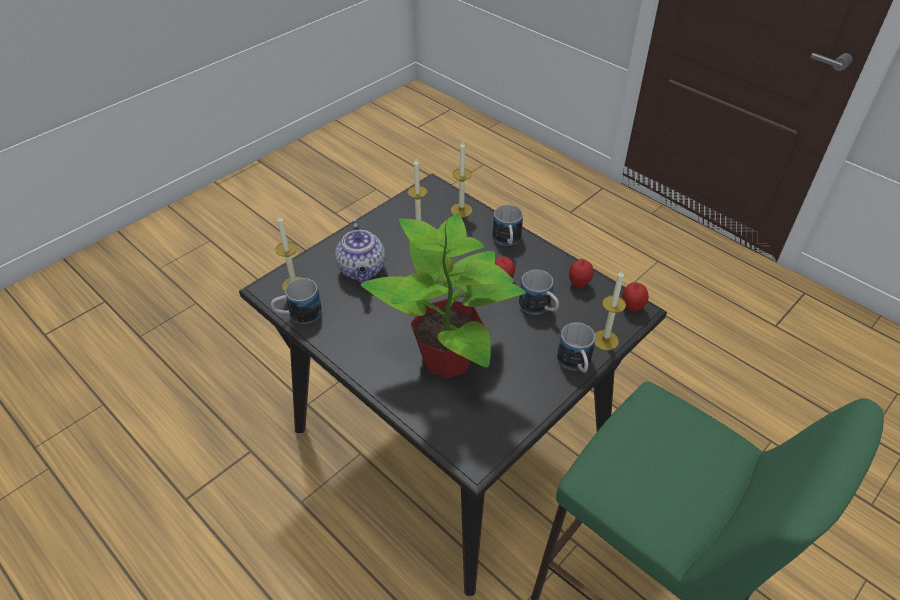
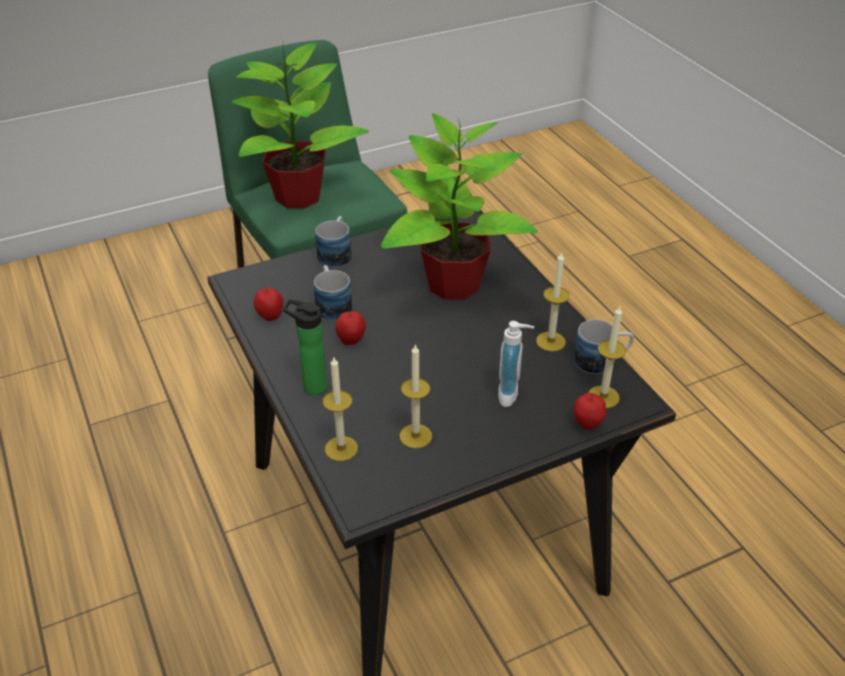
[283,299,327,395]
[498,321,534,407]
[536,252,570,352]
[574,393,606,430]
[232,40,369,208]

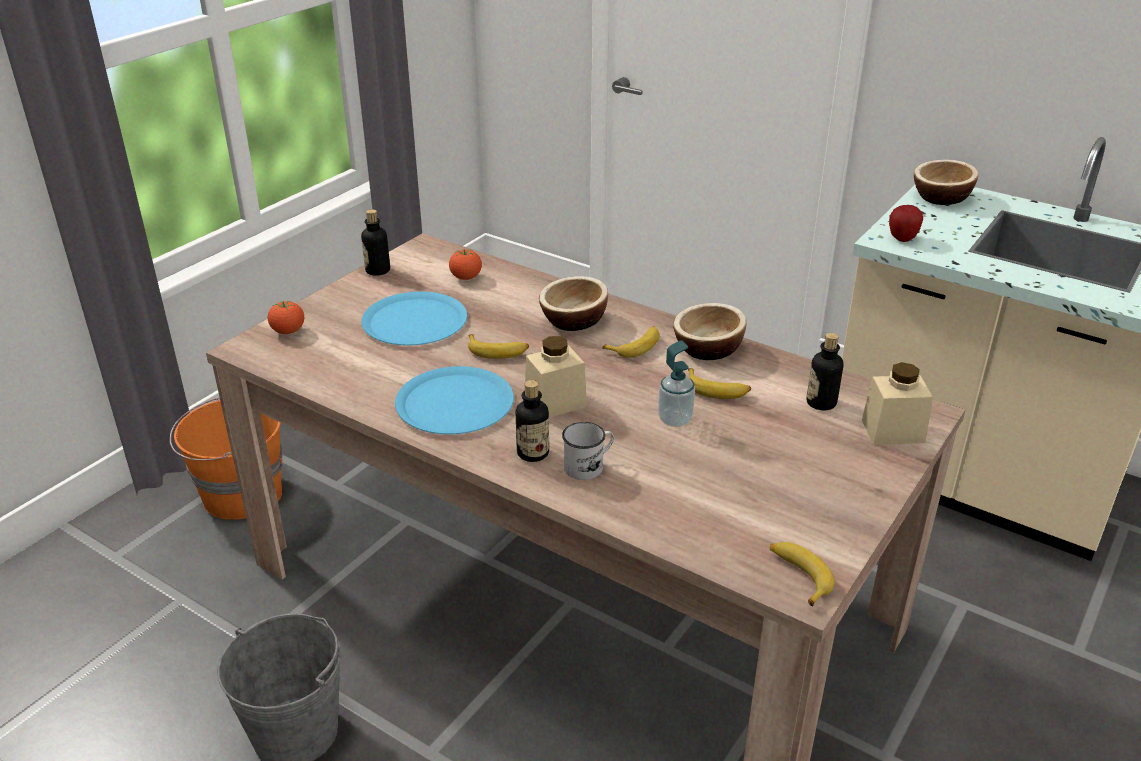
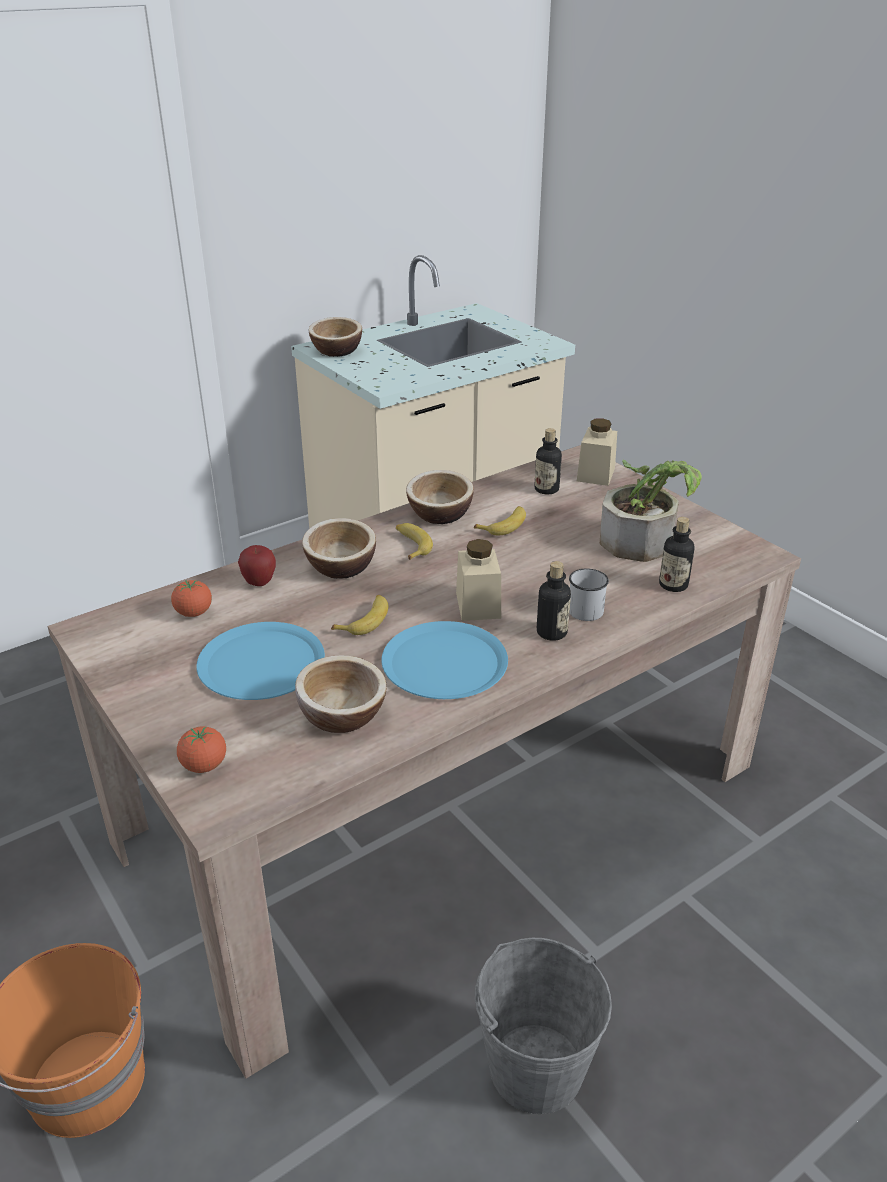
[238,545,276,586]
[659,517,695,592]
[658,340,695,427] (first image)
[770,542,834,607] (first image)
[600,459,702,562]
[295,655,387,733]

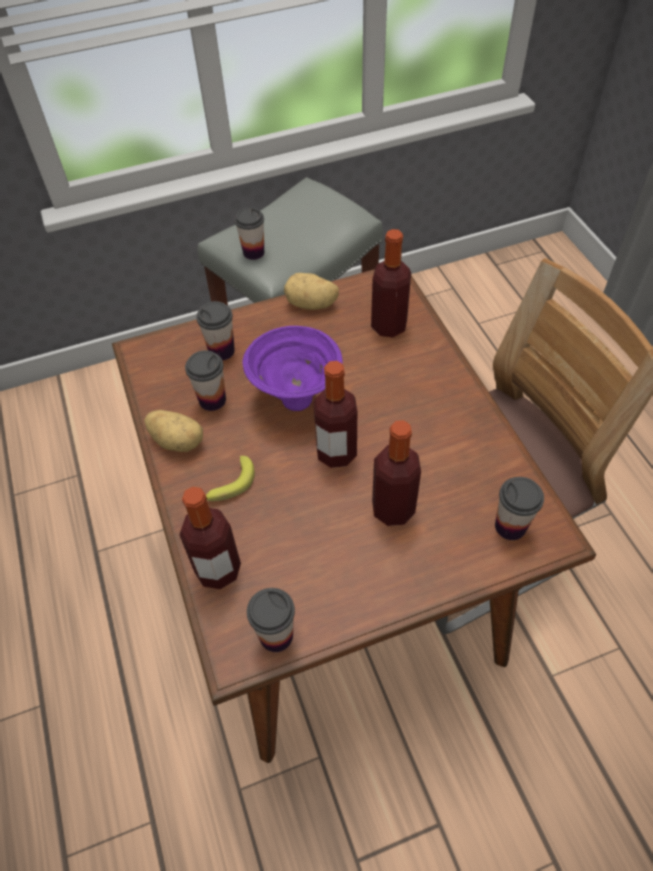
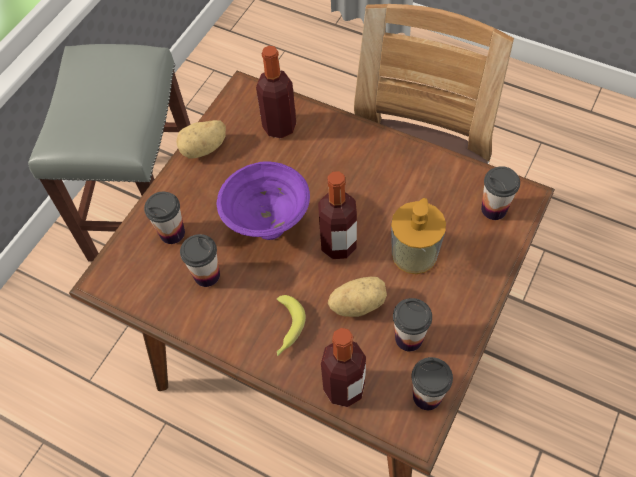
[393,298,432,352]
[328,277,387,317]
[391,198,446,274]

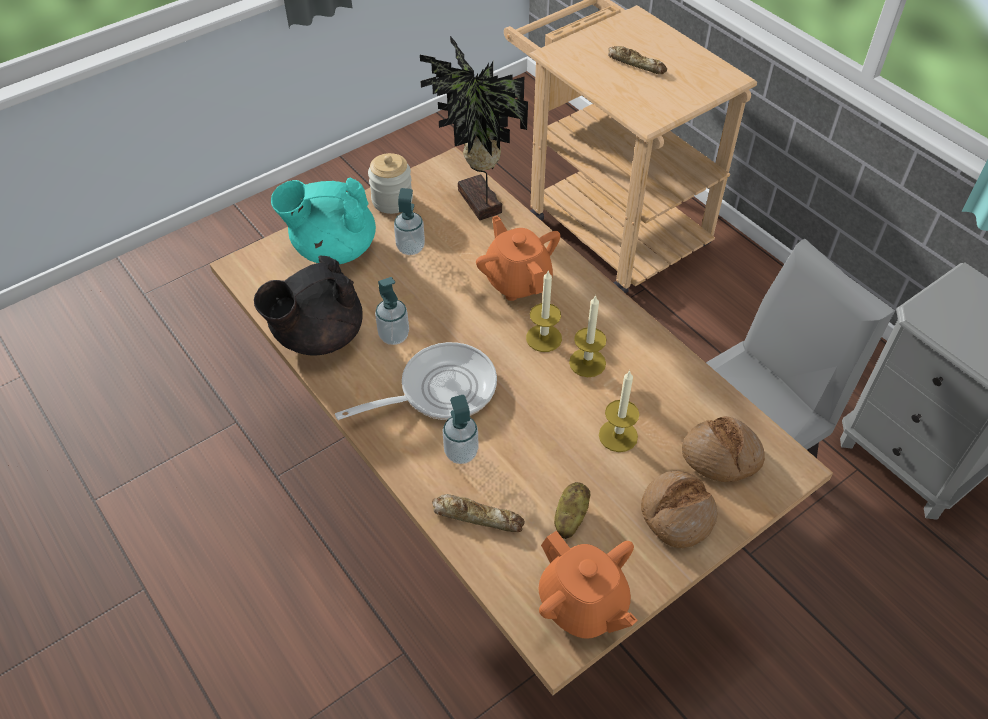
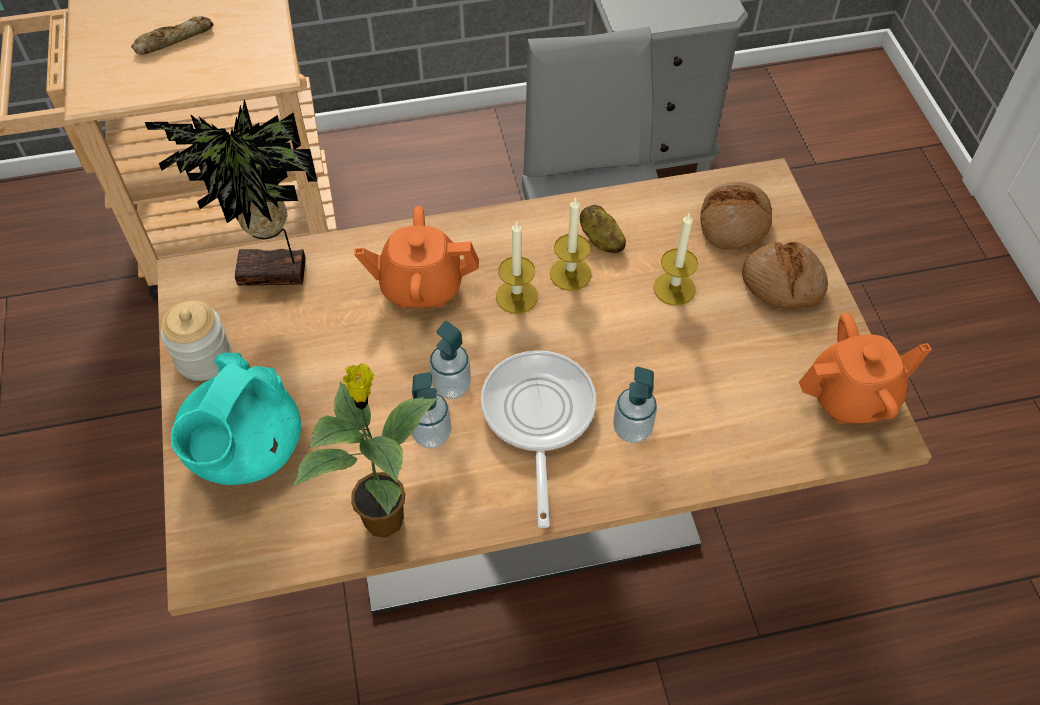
[429,321,471,399]
[293,363,438,538]
[580,205,626,253]
[432,494,525,532] (first image)

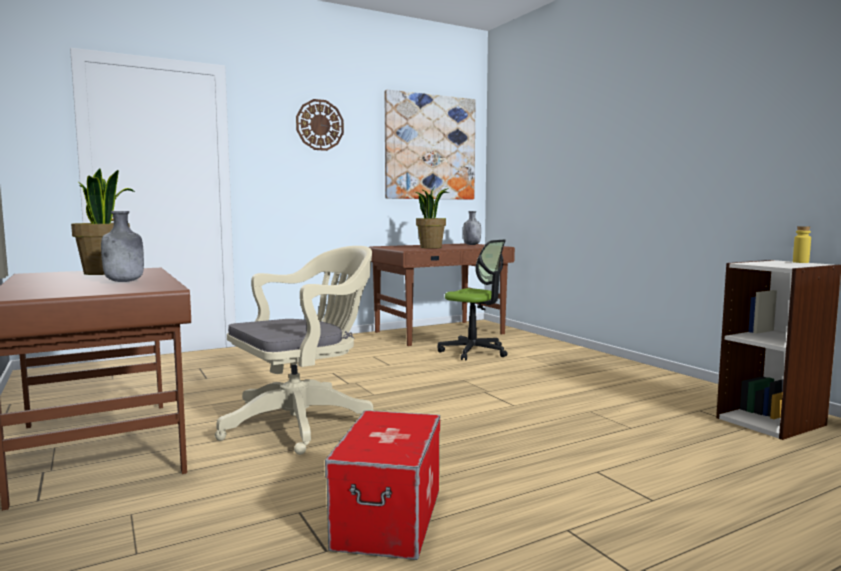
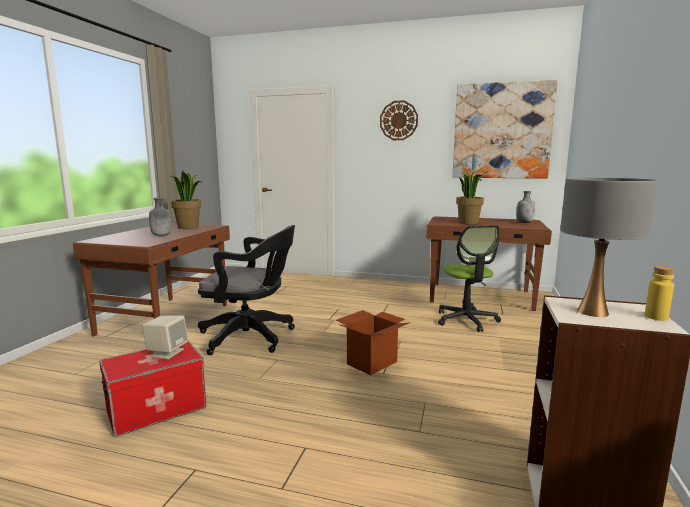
[198,225,295,355]
[560,178,658,317]
[336,310,409,375]
[142,315,188,359]

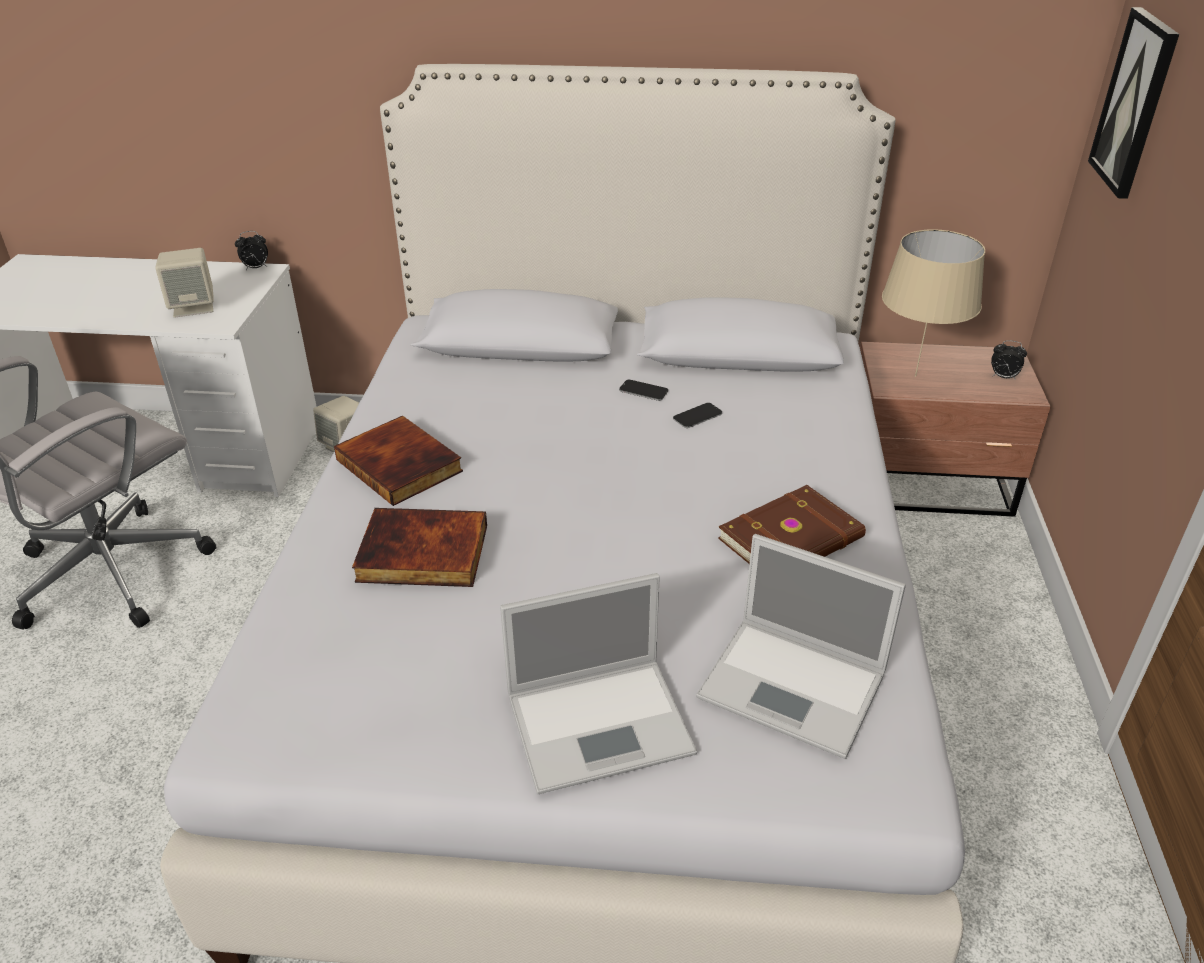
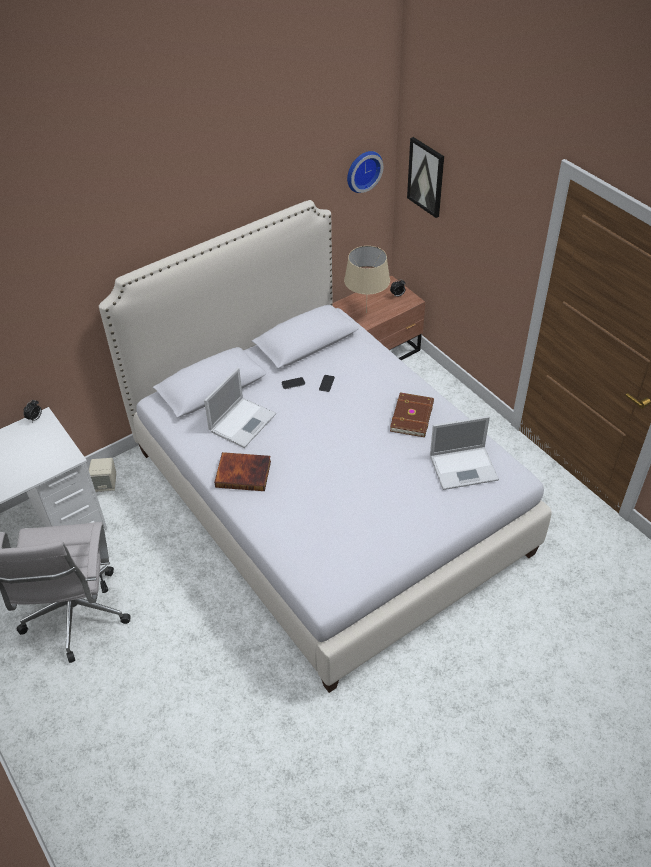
[155,248,214,318] (first image)
[352,508,487,587] (first image)
[204,368,276,448]
[347,151,383,193]

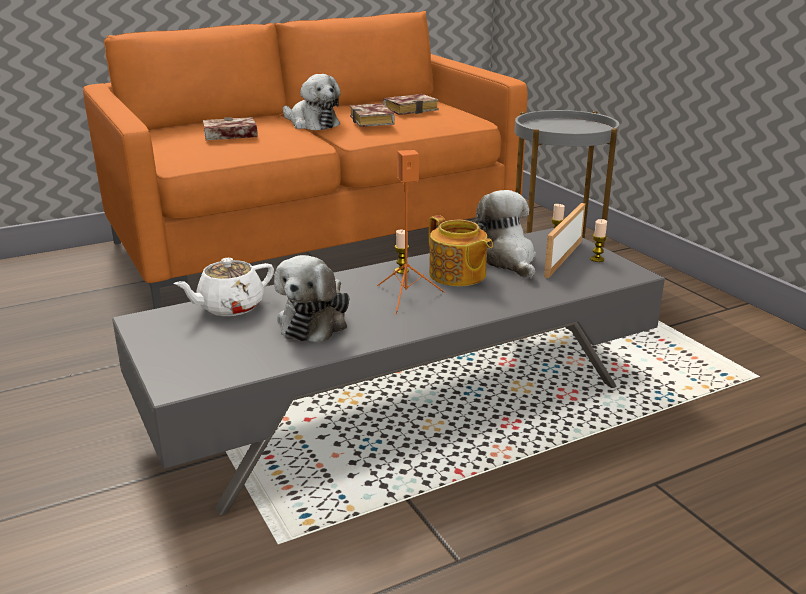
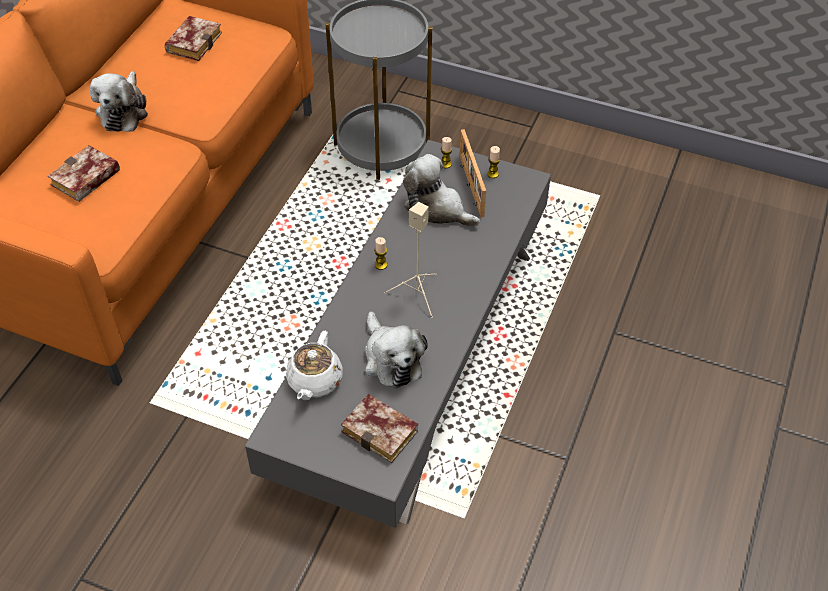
[90,71,148,132]
[341,394,418,463]
[384,202,436,318]
[429,215,493,286] (first image)

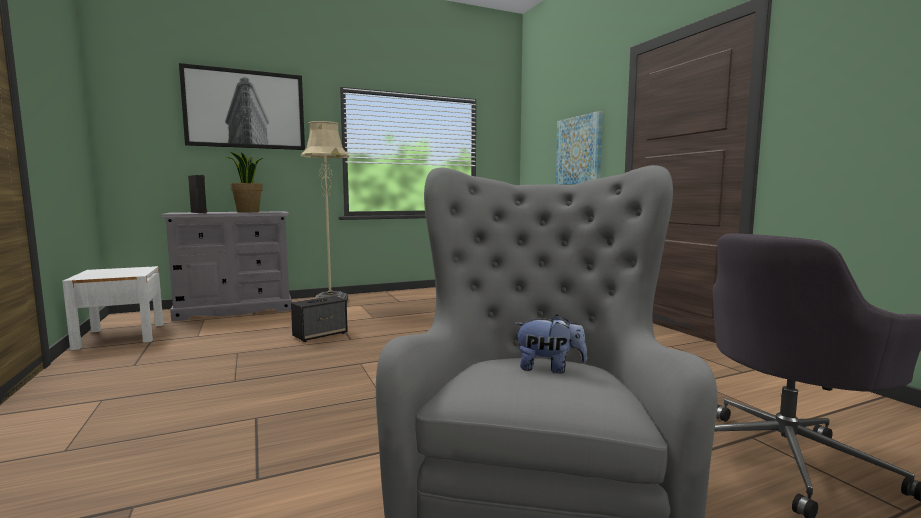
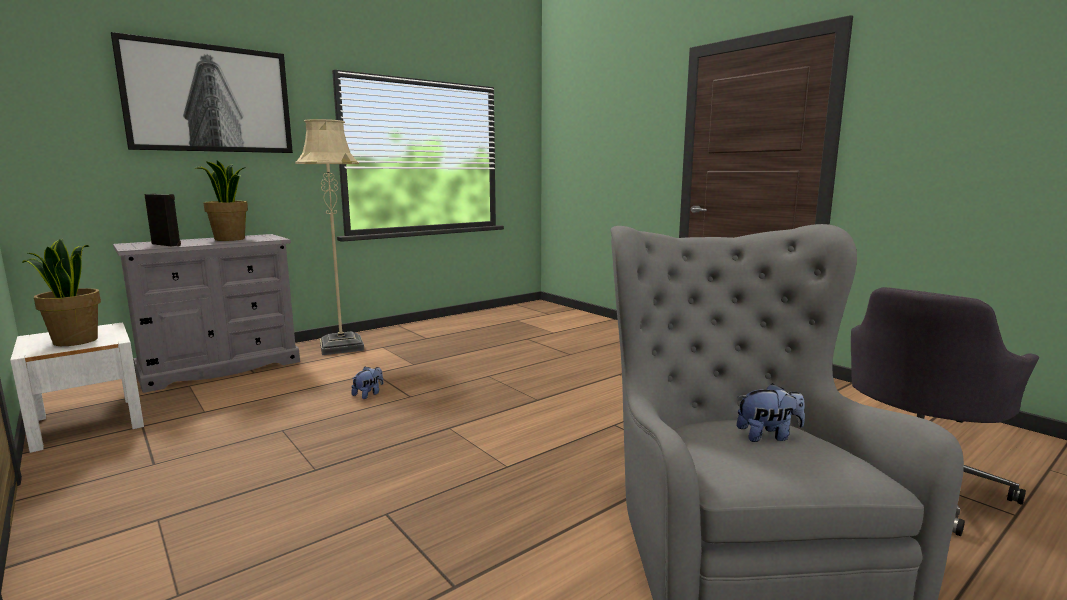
[556,111,603,185] (first image)
[351,367,383,399]
[22,239,101,346]

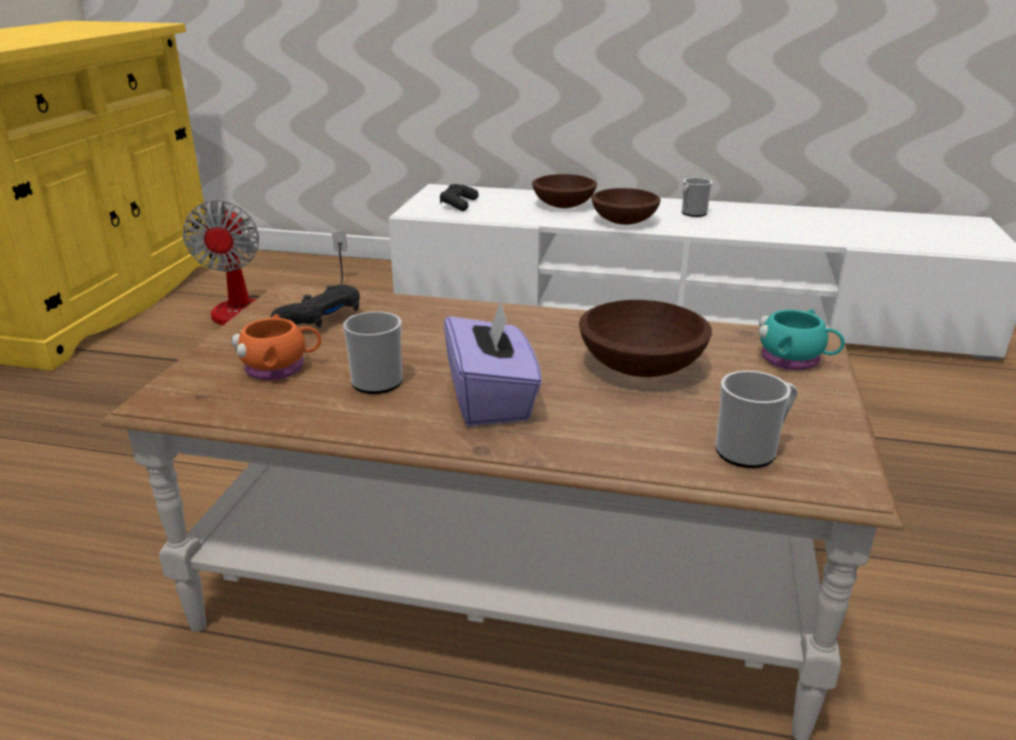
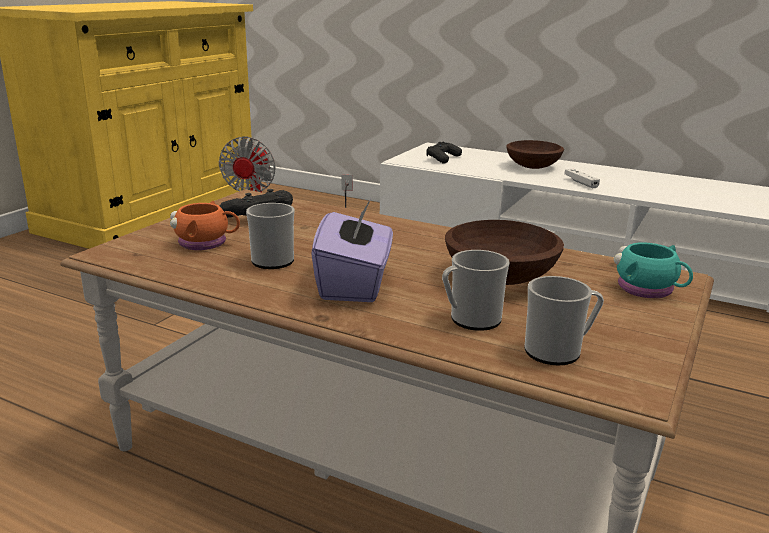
[442,250,510,331]
[564,169,600,188]

